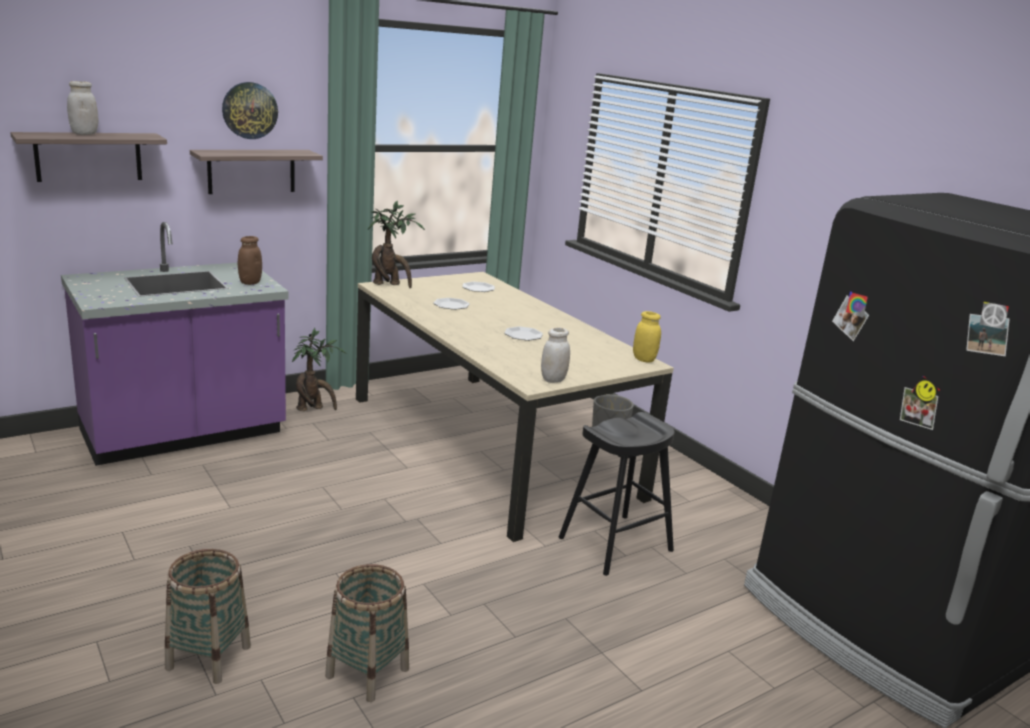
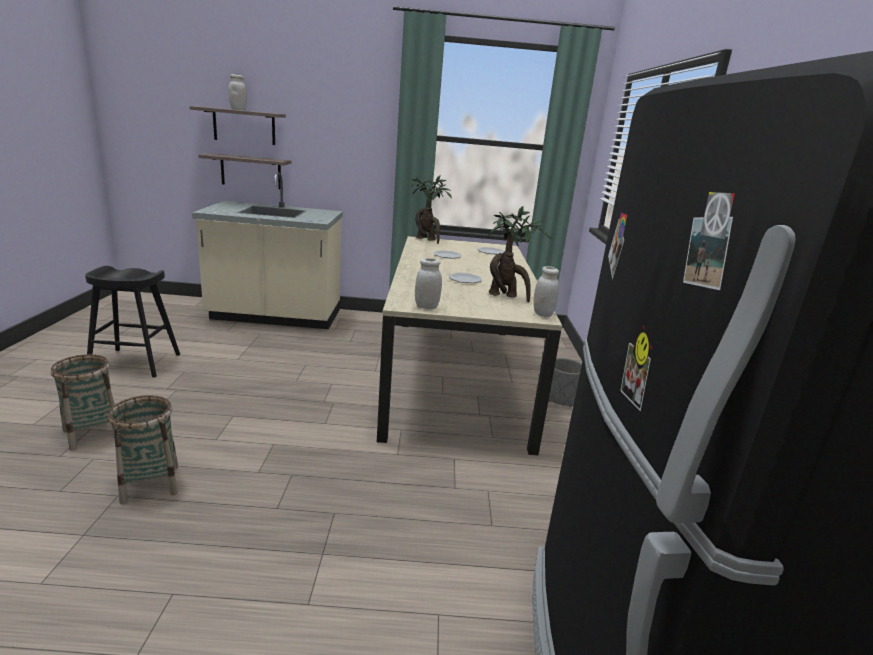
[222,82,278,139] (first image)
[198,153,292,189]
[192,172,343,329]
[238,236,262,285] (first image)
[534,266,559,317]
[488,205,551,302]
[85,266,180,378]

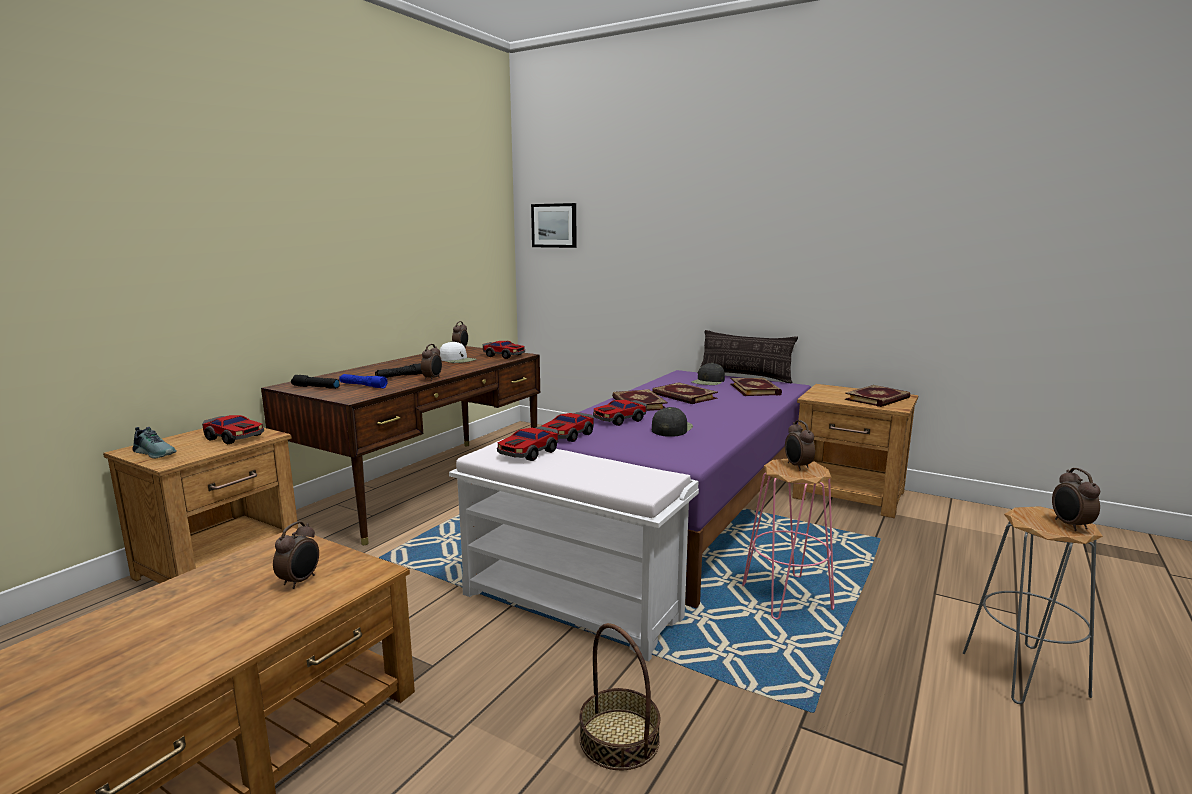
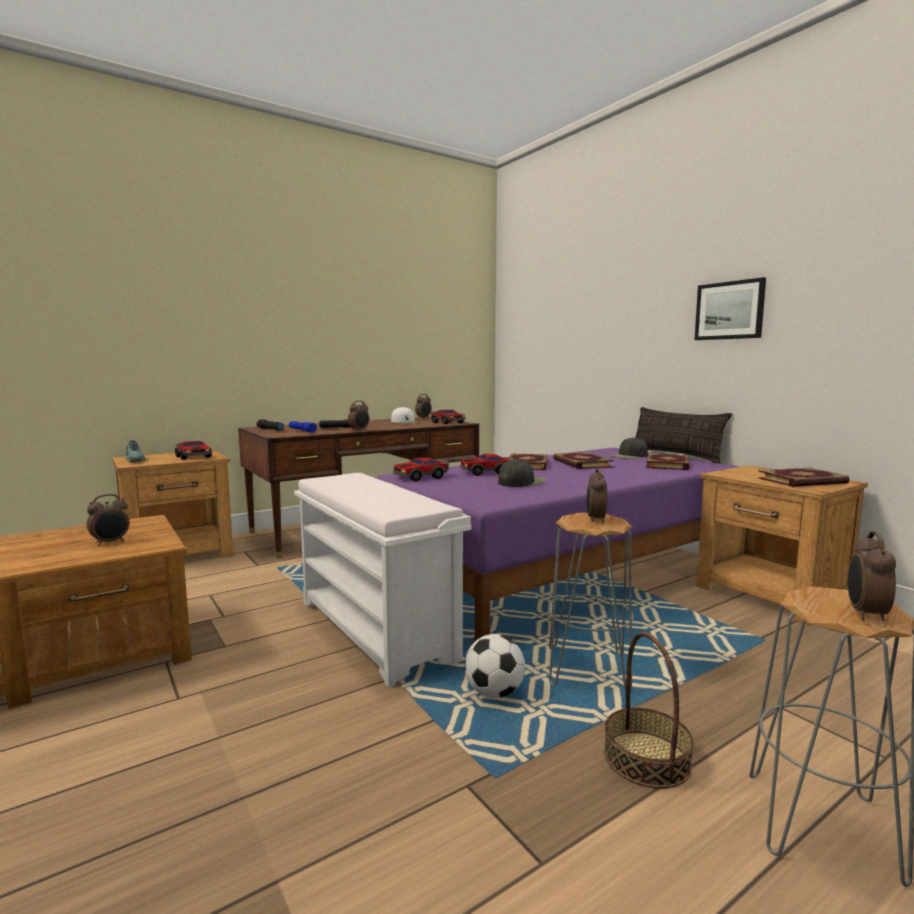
[694,277,766,340]
[497,426,558,461] (first image)
[548,512,634,691]
[604,632,694,789]
[465,634,525,698]

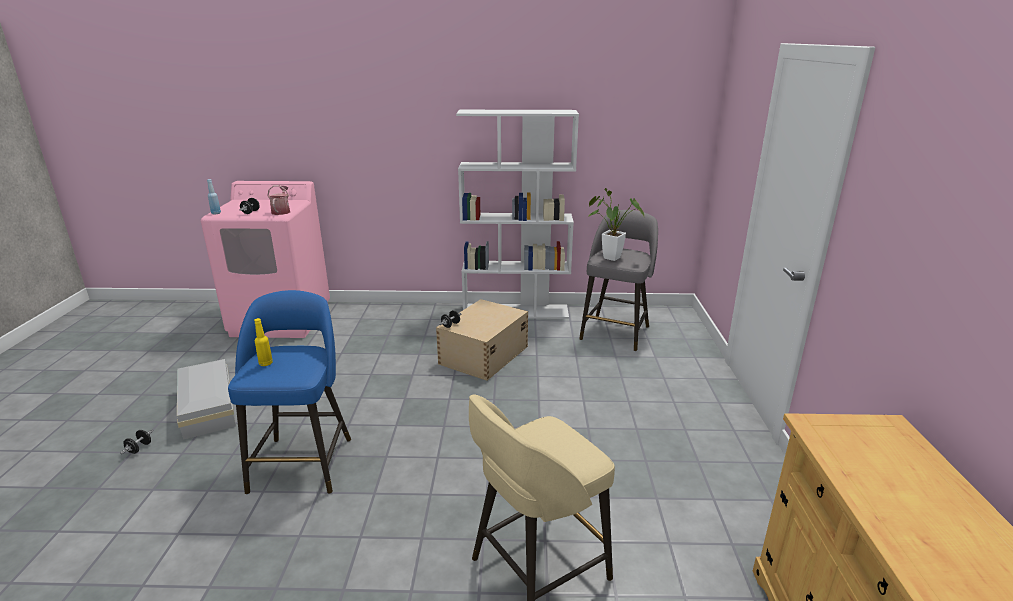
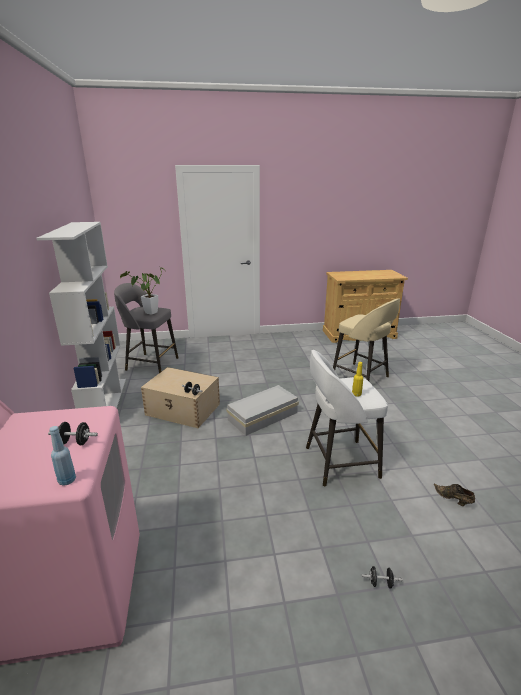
[267,185,290,215] (first image)
[306,350,388,487]
[227,385,299,436]
[434,484,475,506]

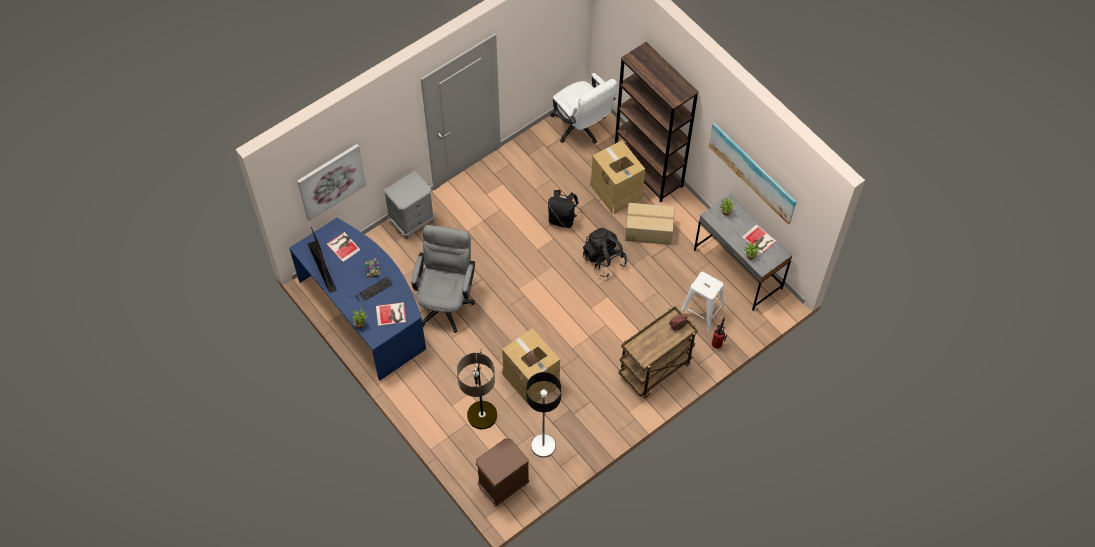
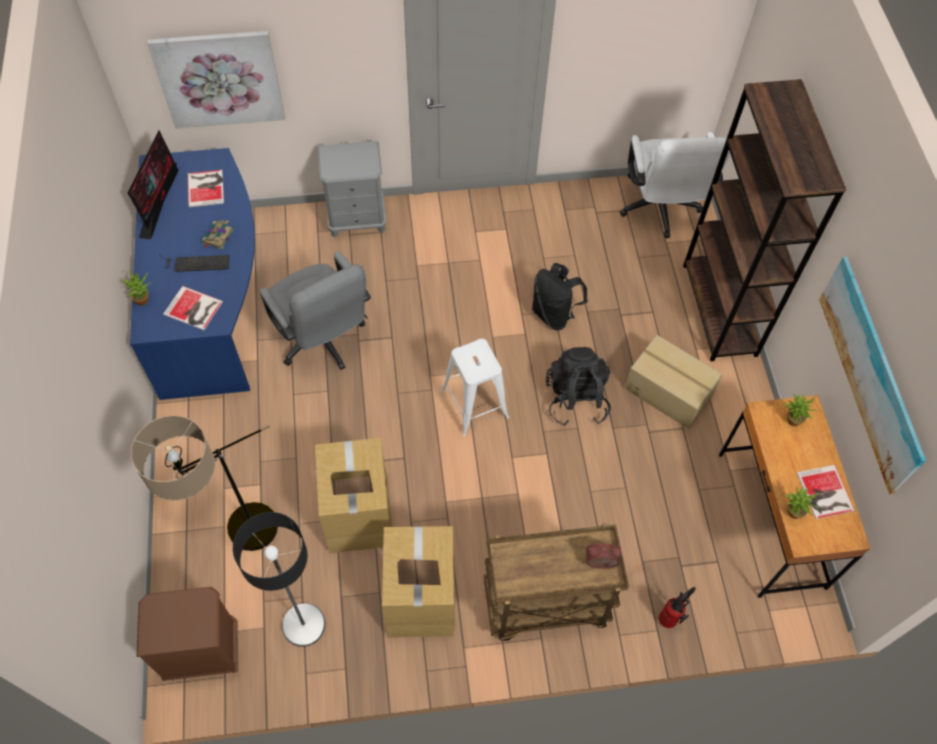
[382,526,455,638]
[719,395,870,598]
[260,251,371,370]
[440,339,509,436]

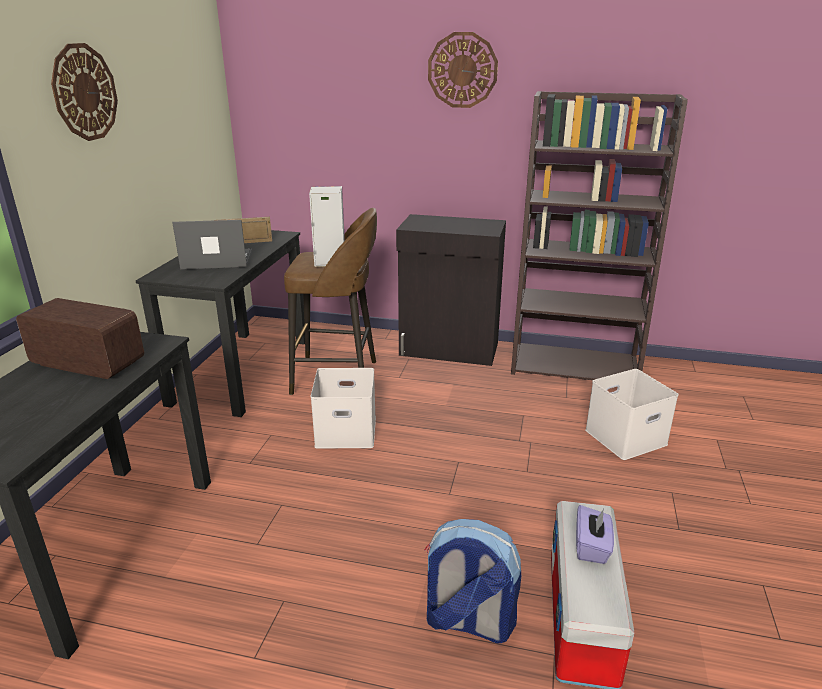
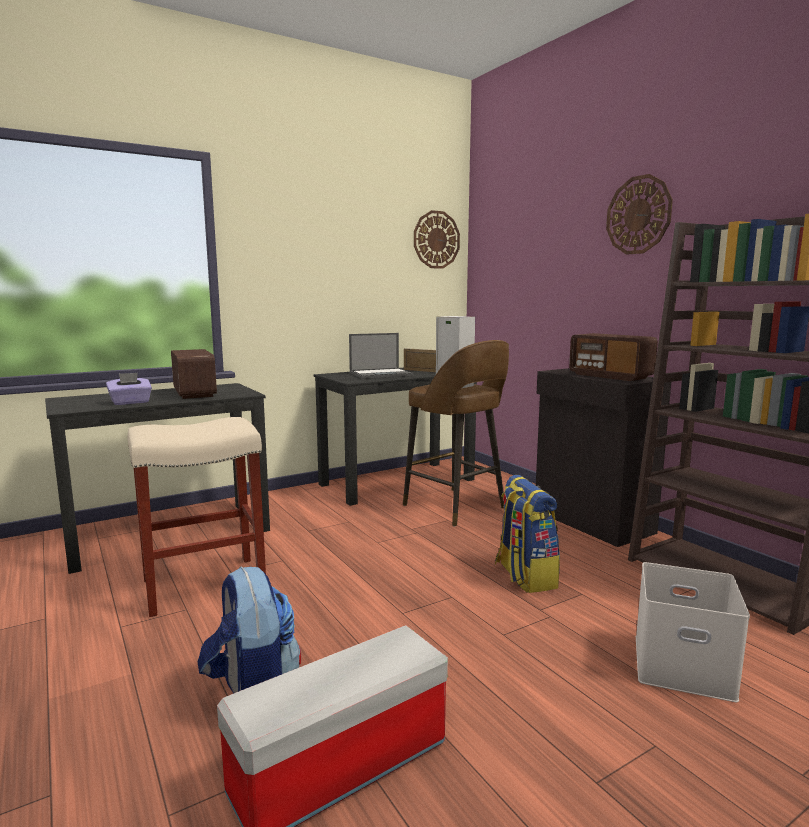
[414,210,460,269]
[349,333,414,379]
[311,368,376,449] (first image)
[106,372,152,405]
[569,333,658,381]
[127,417,266,617]
[495,475,560,593]

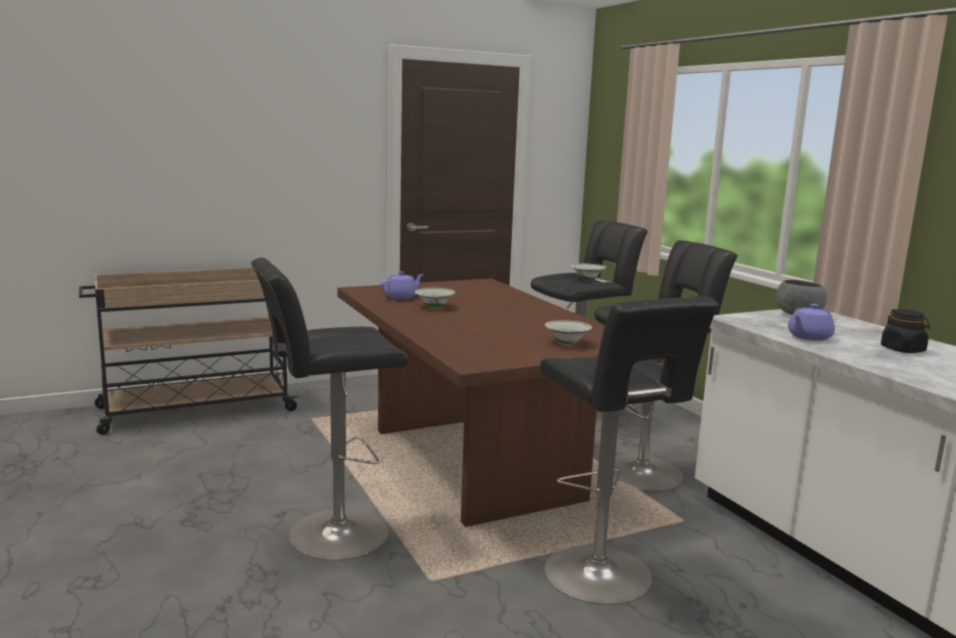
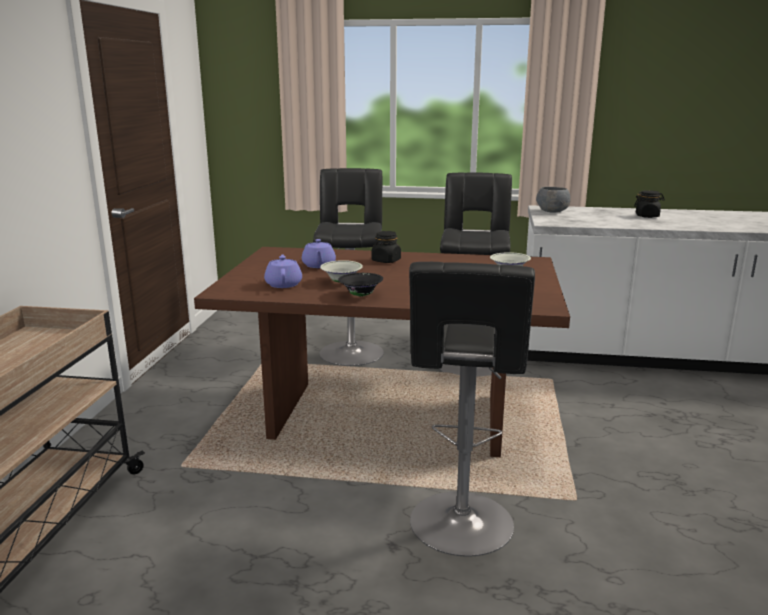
[571,264,606,280] (first image)
[540,297,719,605] (first image)
[302,239,336,268]
[371,231,401,263]
[338,273,383,297]

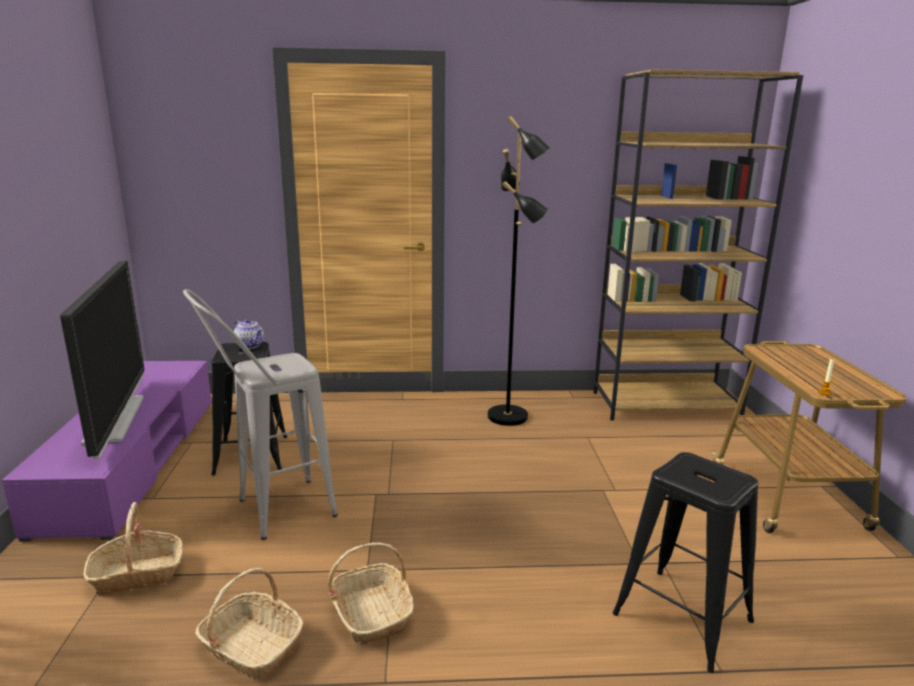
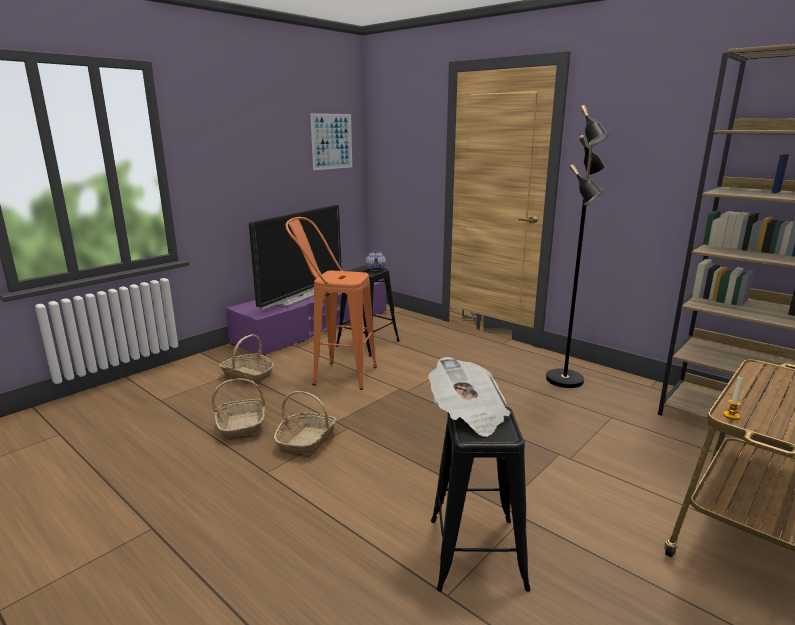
[285,217,377,390]
[310,113,352,170]
[428,357,511,437]

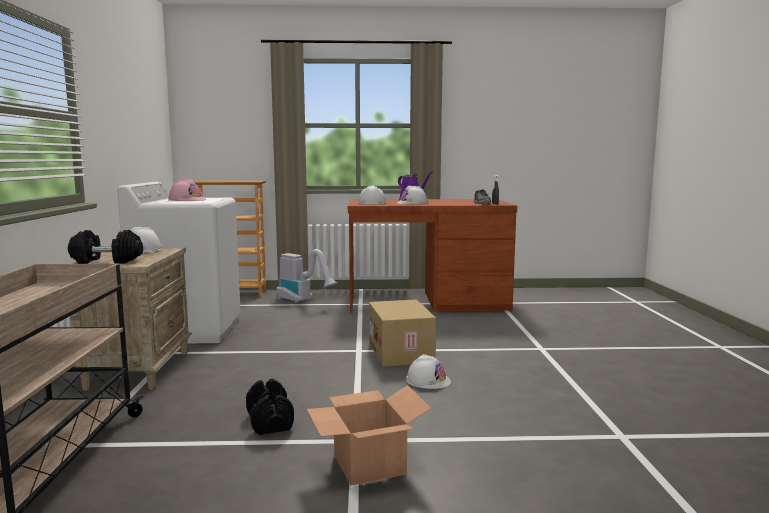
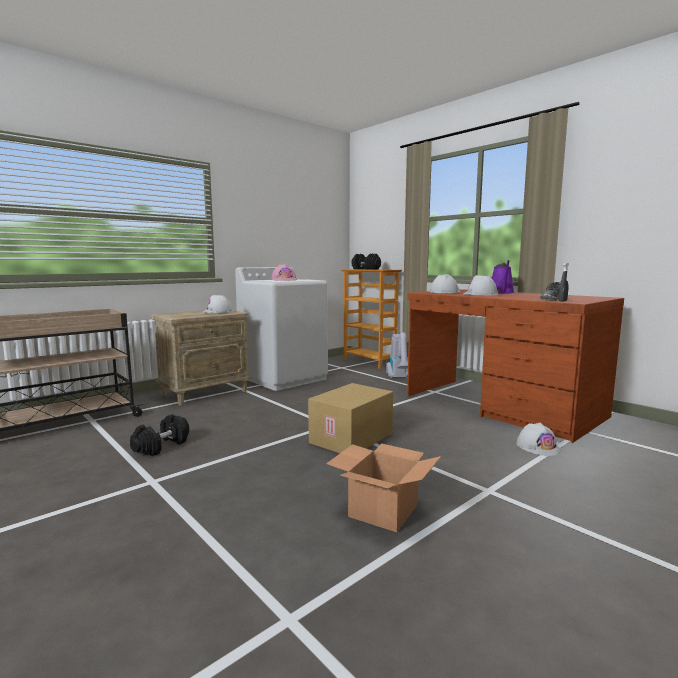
[352,254,381,270]
[517,422,560,456]
[326,443,441,532]

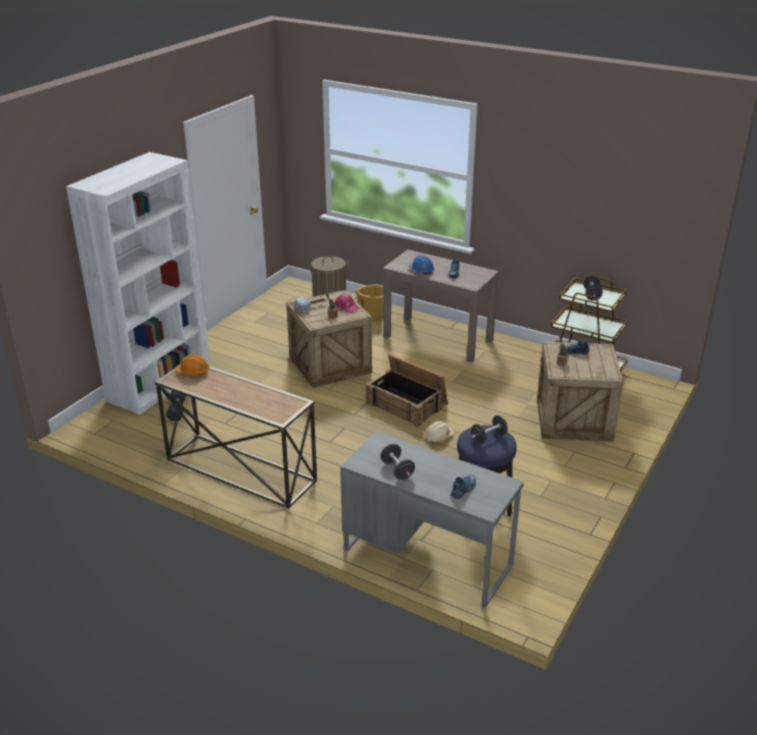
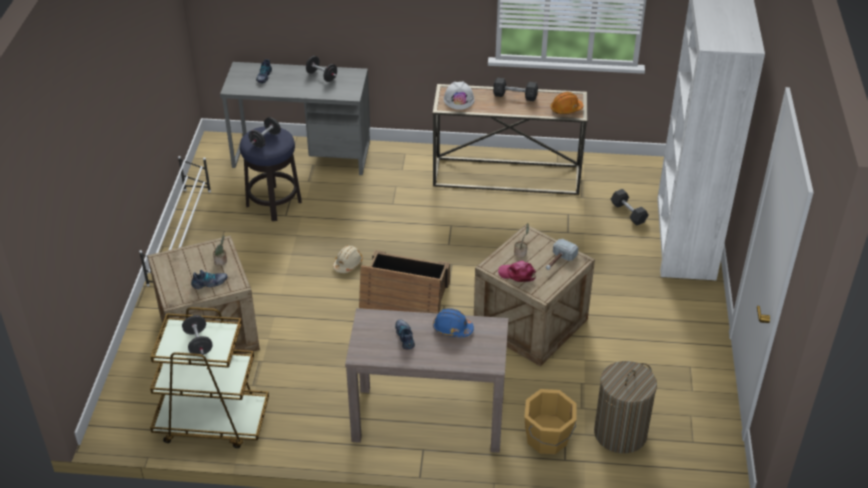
[493,77,538,101]
[444,81,475,110]
[139,156,211,286]

